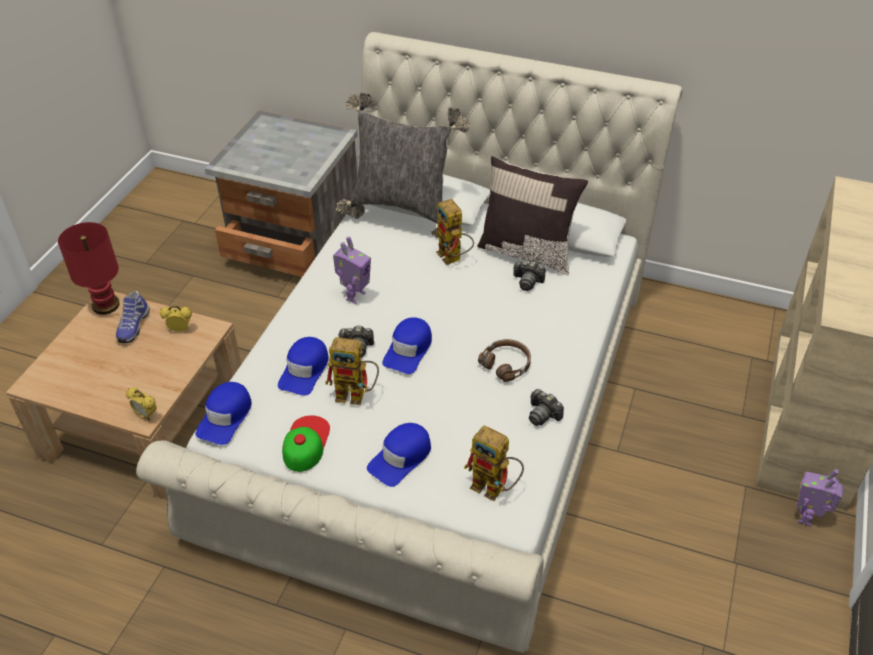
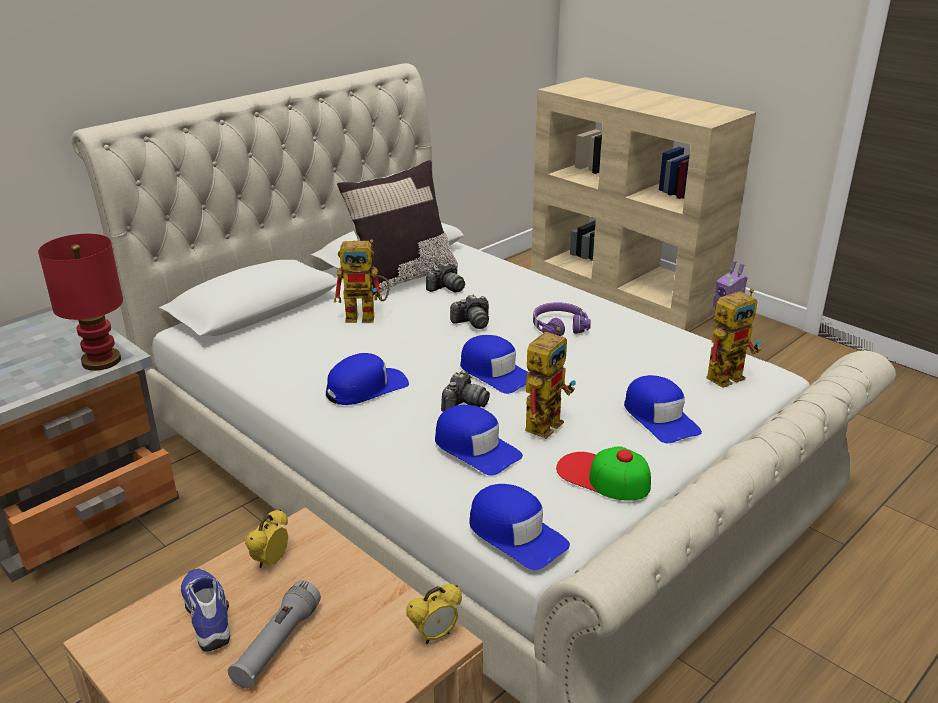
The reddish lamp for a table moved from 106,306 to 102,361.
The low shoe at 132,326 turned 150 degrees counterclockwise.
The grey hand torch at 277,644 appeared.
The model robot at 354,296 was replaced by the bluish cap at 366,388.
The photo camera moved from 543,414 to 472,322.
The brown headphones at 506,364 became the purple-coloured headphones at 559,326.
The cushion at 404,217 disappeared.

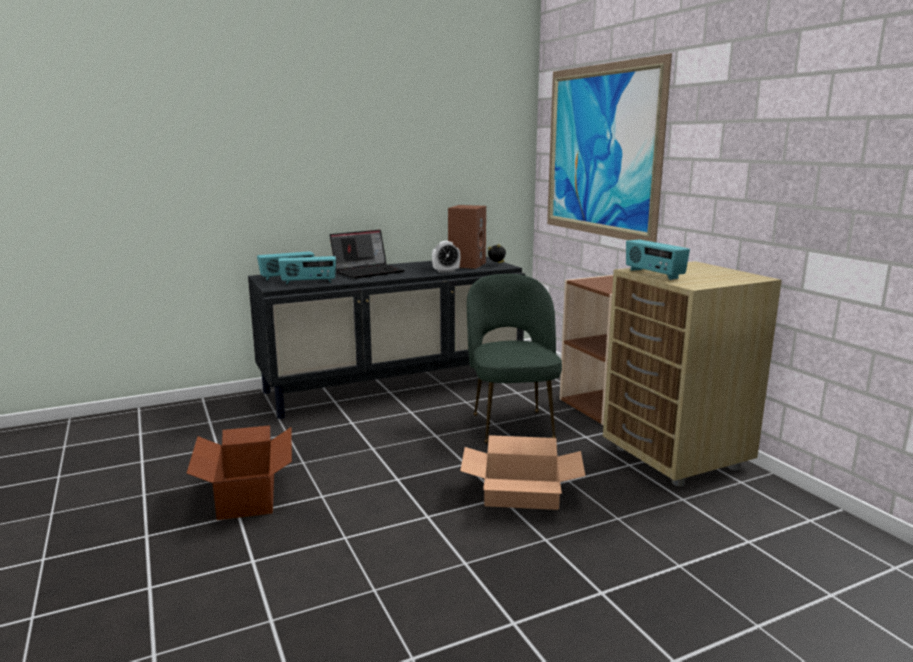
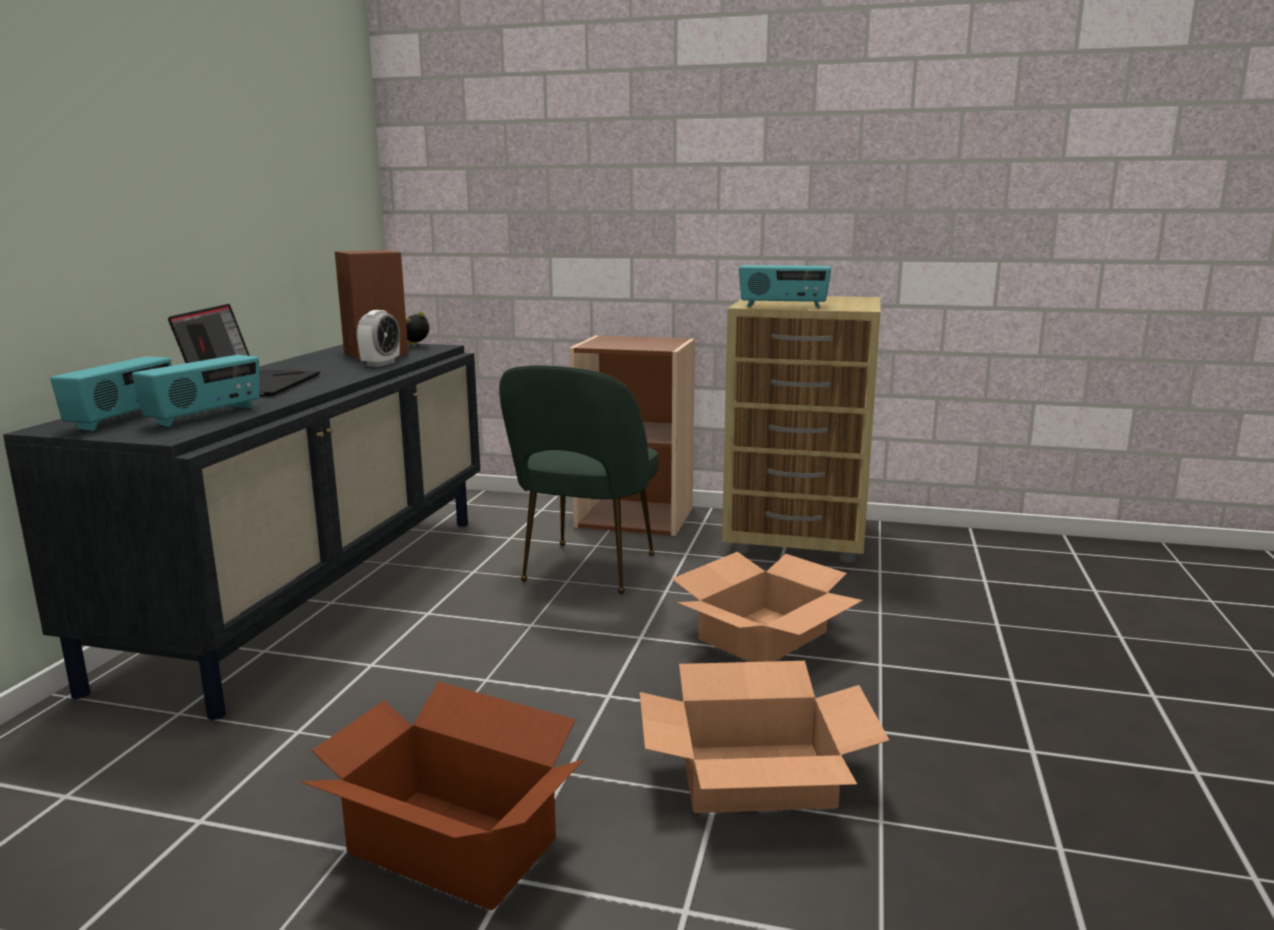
The greenish upright chair at 511,423 turned 105 degrees counterclockwise.
The packing box at 756,777 appeared.
The picture at 600,151 disappeared.

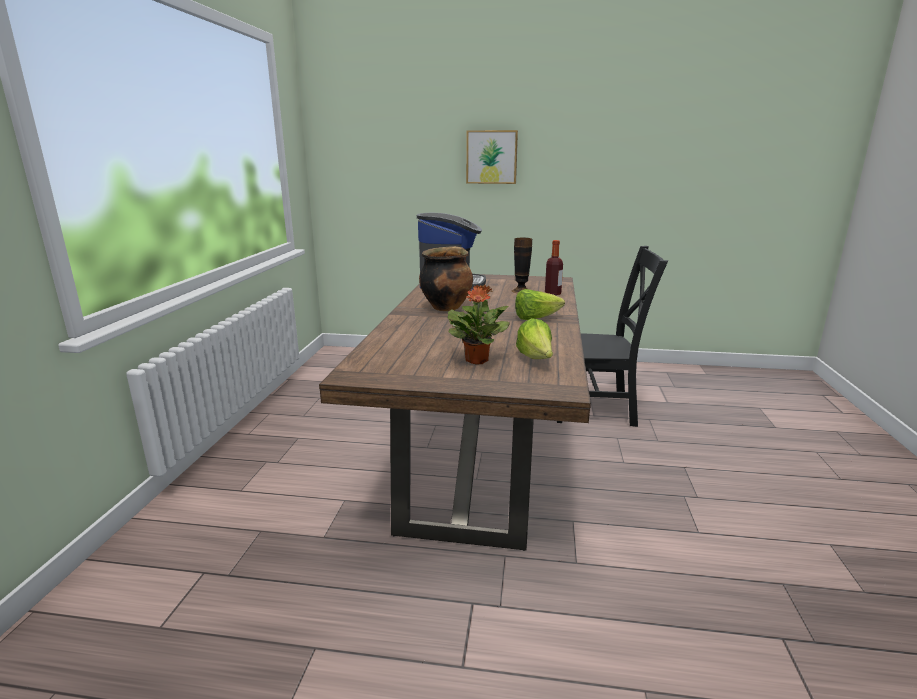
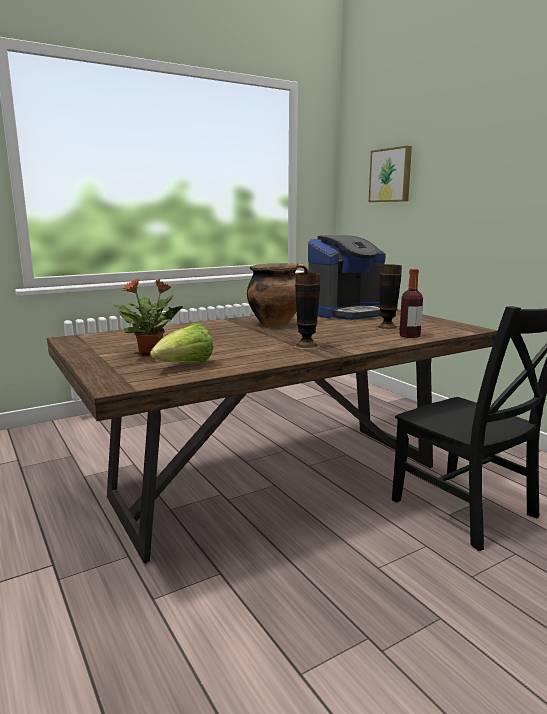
The head of lettuce at 536,318 was replaced by the flower vase at 306,346.
The picture moved from 491,157 to 391,175.

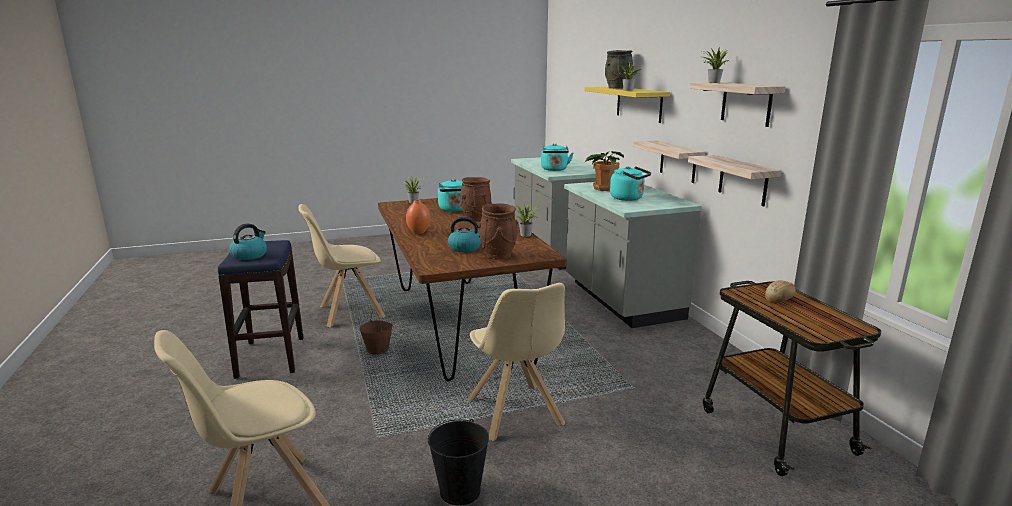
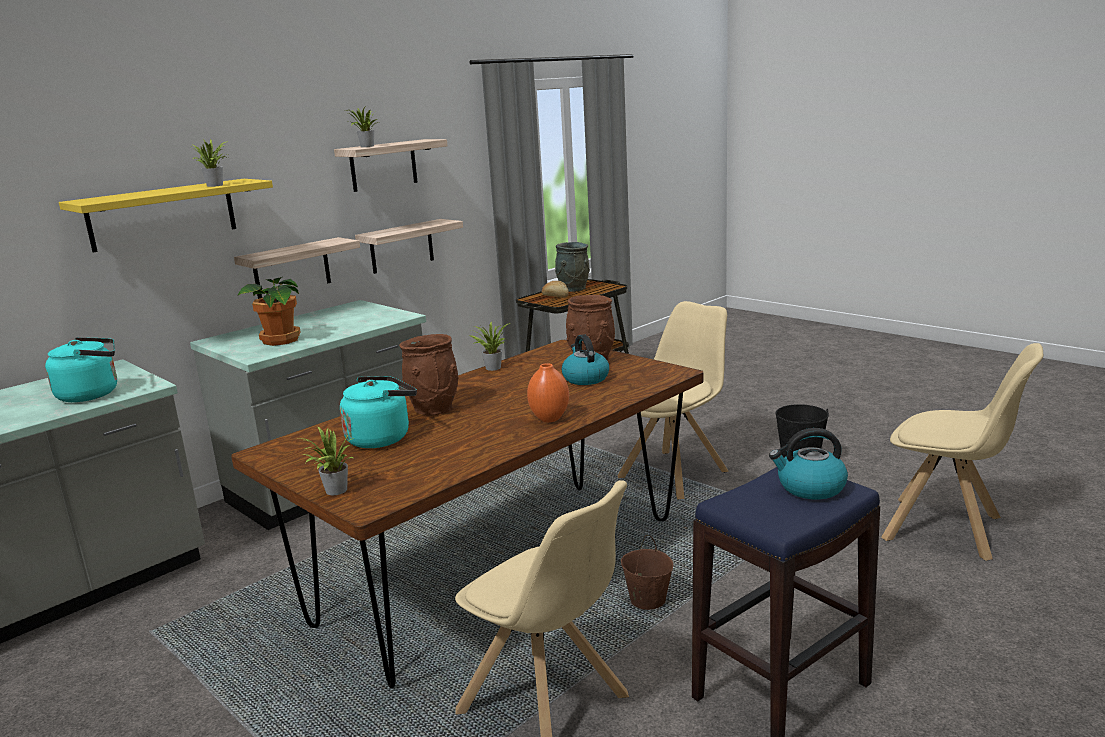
The grey flower vase moved from 617,88 to 573,289.
The turquoise water kettle at 628,198 disappeared.

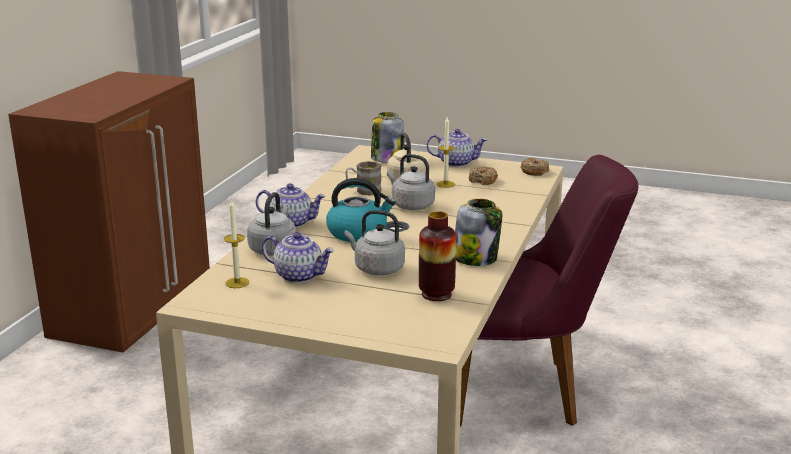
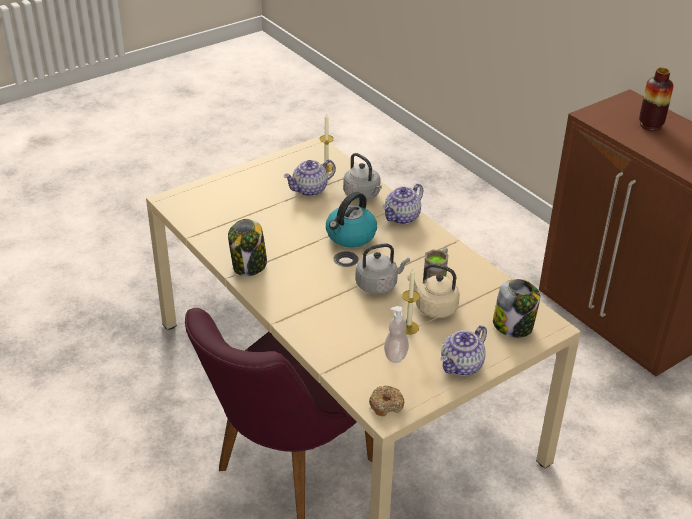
The ring doughnut at 483,180 was replaced by the soap bottle at 395,355.
The flower vase moved from 436,294 to 650,125.
The grey water kettle at 376,268 disappeared.

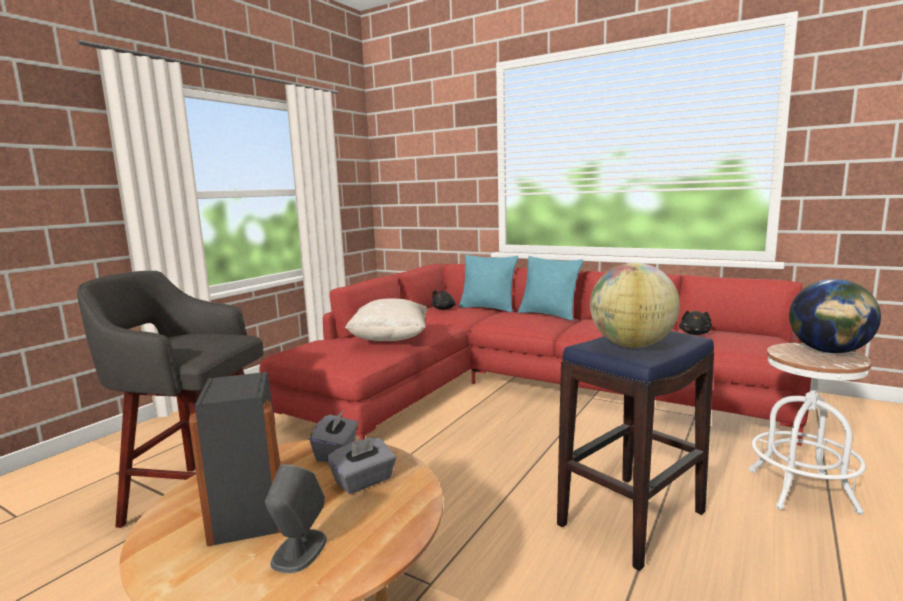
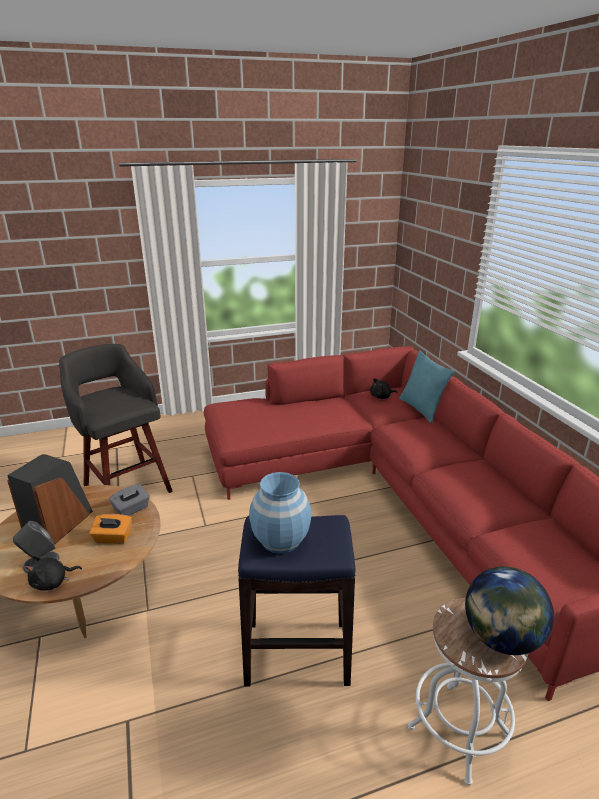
The blackish plush toy moved from 695,334 to 52,582.
The grey box of tissues at 364,481 became the orange box of tissues at 113,538.
The globe at 632,345 was replaced by the bluish flower vase at 280,540.
The sand-coloured cushion at 390,339 disappeared.
The turquoise cushion at 548,315 disappeared.

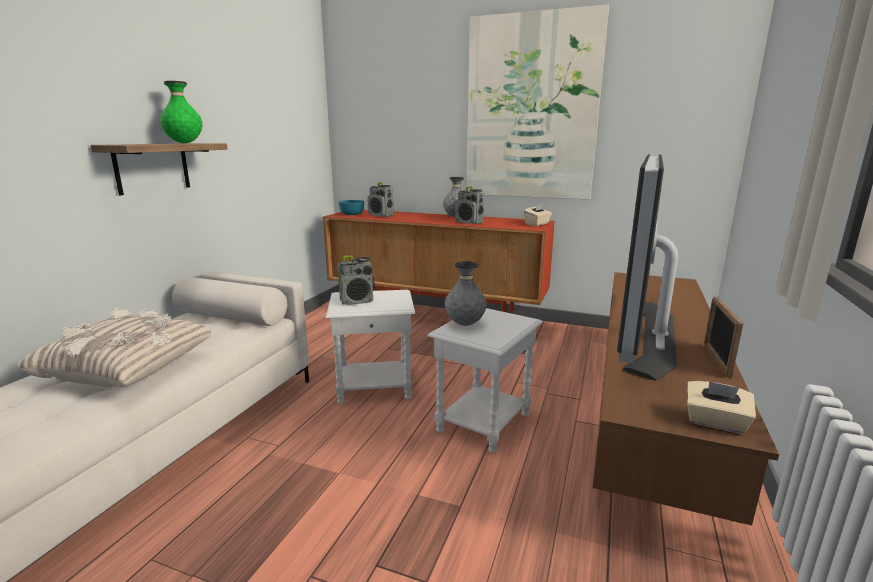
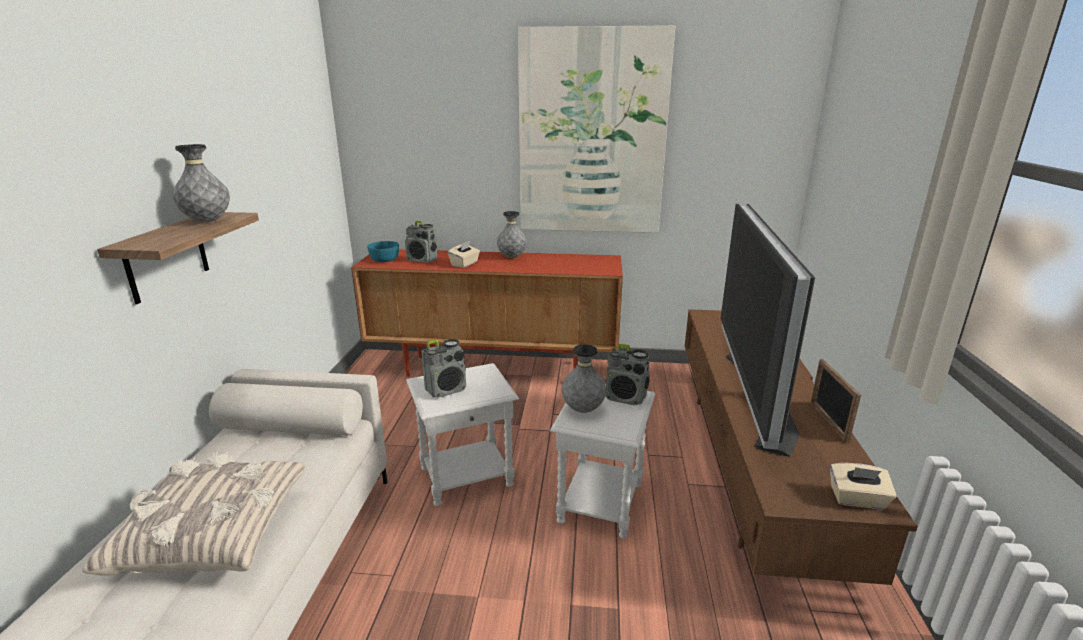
The greenish flower vase at 184,143 became the grey flower vase at 207,221.
The sand-coloured box of tissues moved from 537,224 to 465,264.
The radio moved from 469,222 to 626,398.

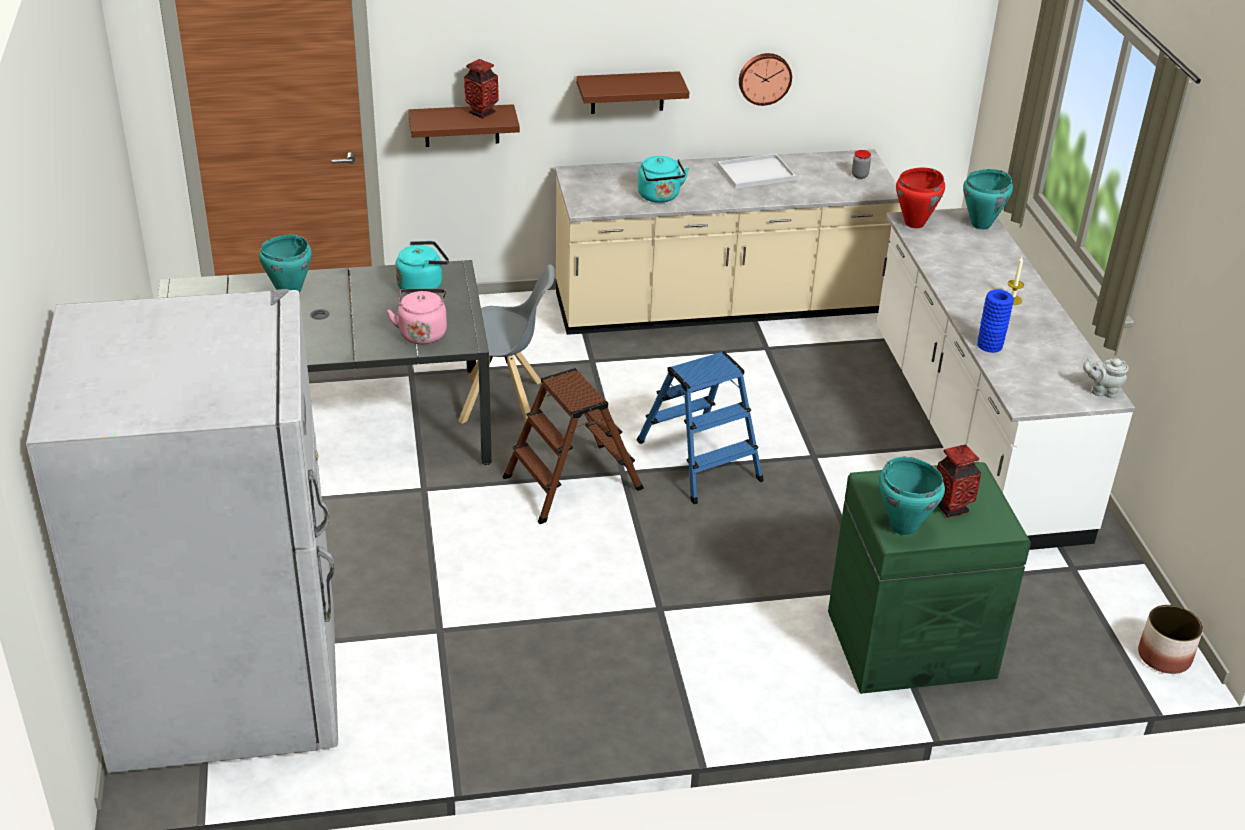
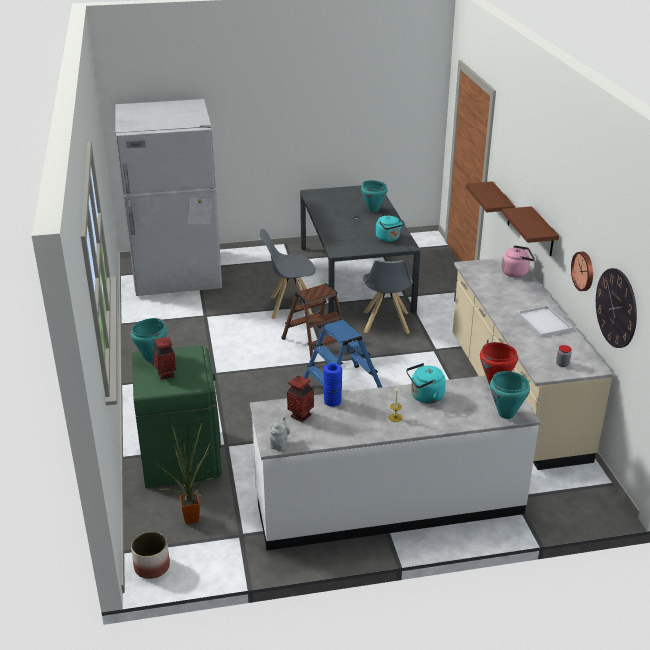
The houseplant at 194,518 appeared.
The grey upright chair at 289,307 appeared.
The flower vase moved from 482,113 to 300,416.
The turquoise water kettle moved from 660,197 to 425,397.
The pinkish water kettle moved from 422,333 to 516,272.
The clock on the wall at 616,308 appeared.

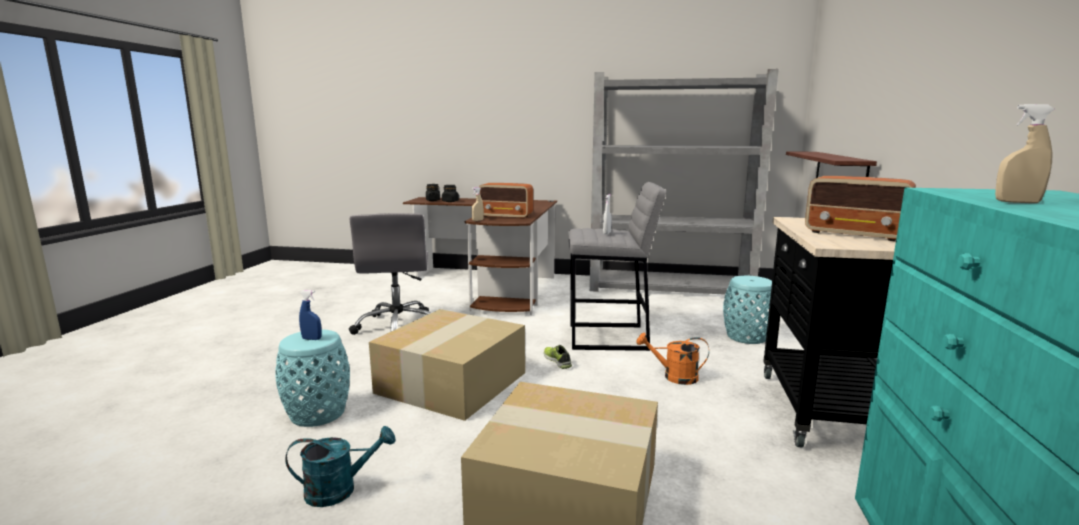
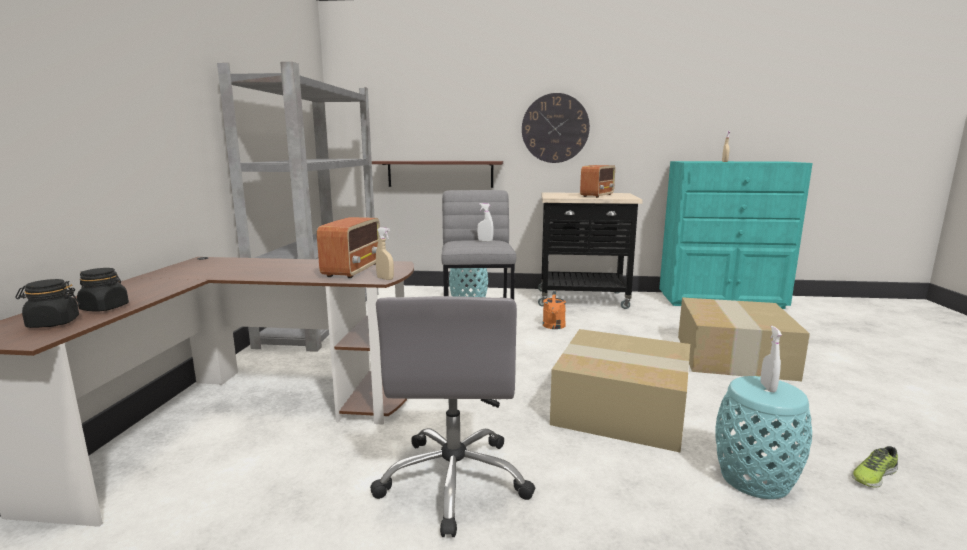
The grey computer chair at 398,326 turned 105 degrees clockwise.
The clock on the wall at 555,128 appeared.
The bluish sprayer at 311,339 became the white sprayer at 768,387.
The low shoe moved from 558,361 to 873,475.
The turquoise sprinkling can at 340,490 disappeared.

